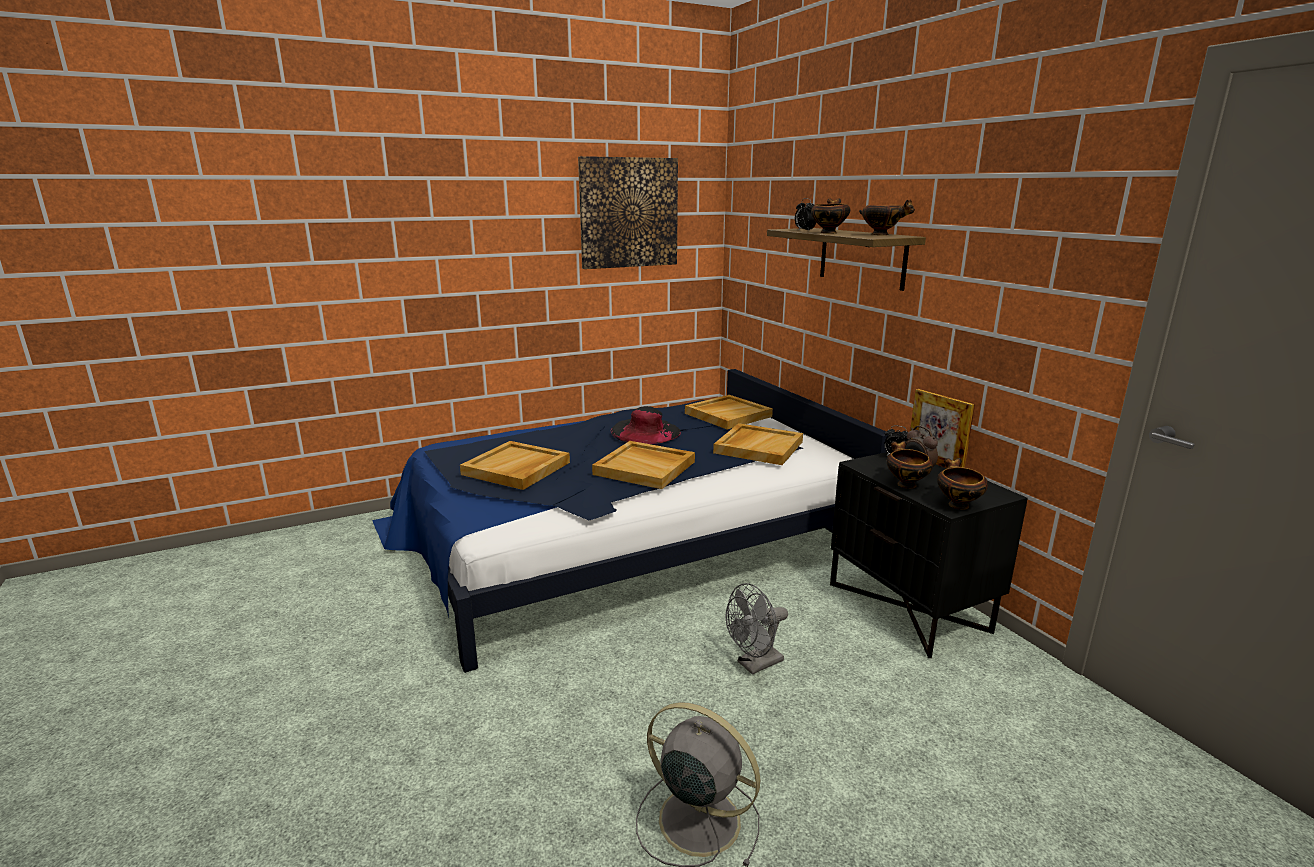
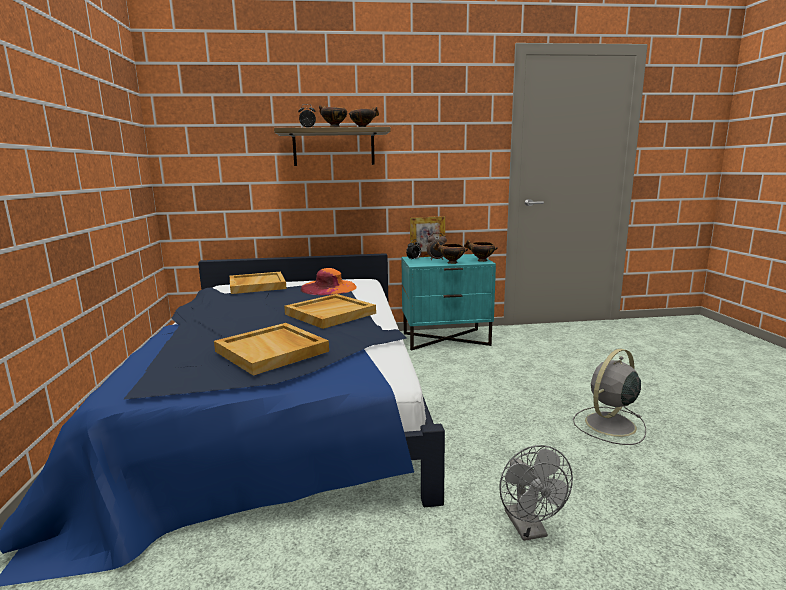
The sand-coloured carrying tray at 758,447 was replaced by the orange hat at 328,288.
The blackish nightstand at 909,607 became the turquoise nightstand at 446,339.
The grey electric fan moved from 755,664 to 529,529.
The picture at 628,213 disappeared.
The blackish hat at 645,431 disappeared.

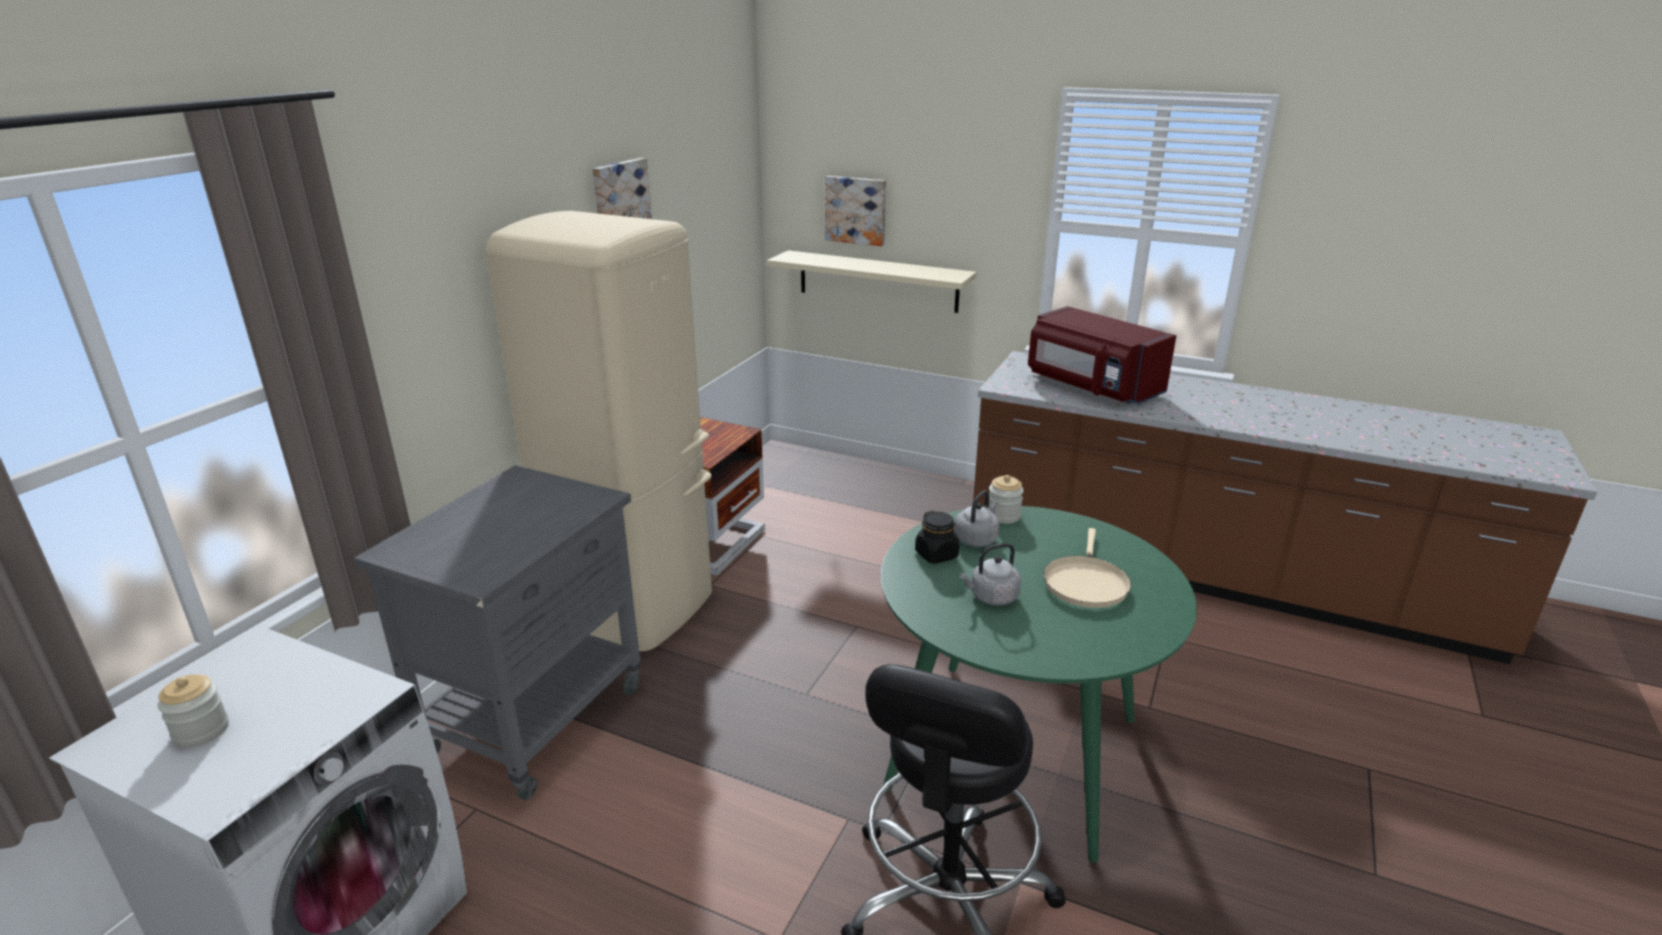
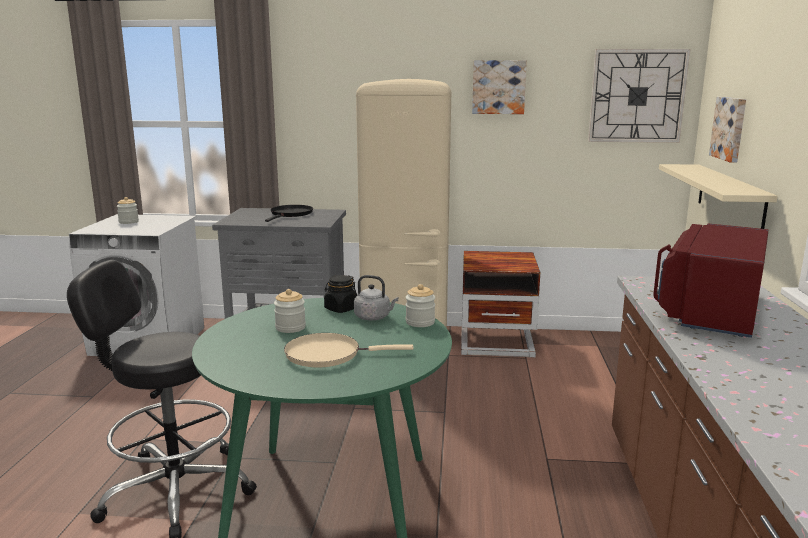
The blackish frying pan at 290,214 appeared.
The grey water kettle at 991,597 was replaced by the jar at 290,327.
The clock on the wall at 637,96 appeared.

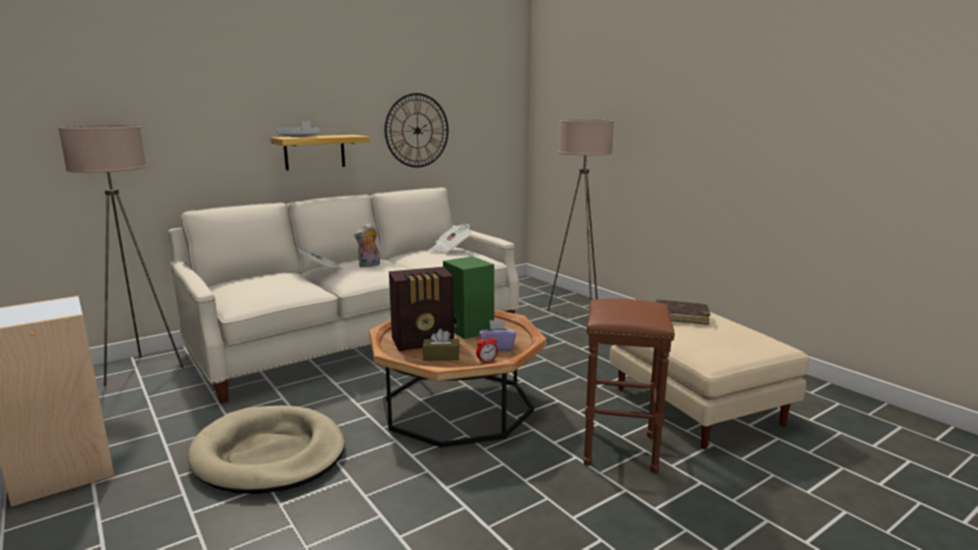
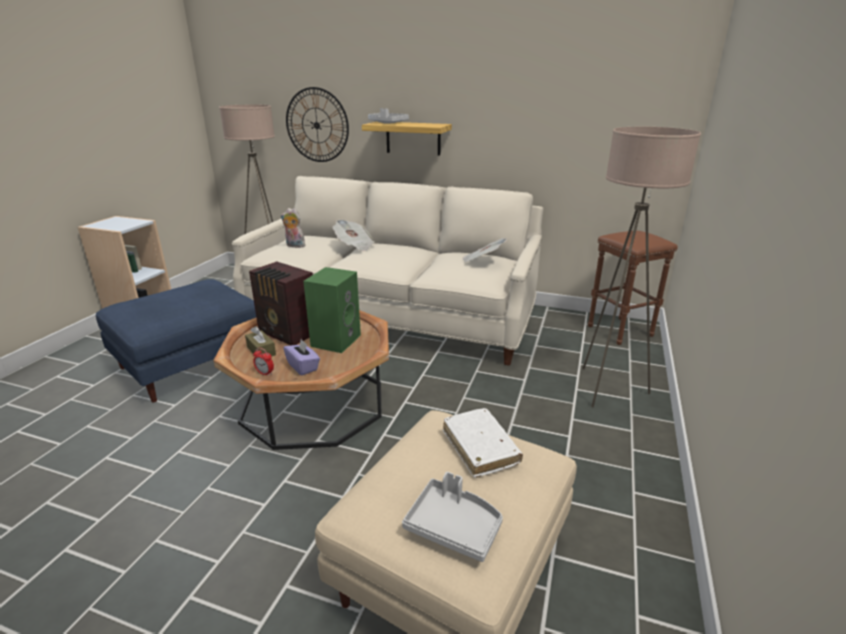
The sand-coloured pet bed at 269,455 was replaced by the bluish footrest at 190,364.
The plush toy moved from 369,265 to 294,246.
The clock on the wall moved from 417,130 to 317,125.
The grey carrying tray at 453,526 appeared.
The brown bound book at 680,317 became the white bound book at 480,448.
The brown stool seat moved from 621,448 to 621,331.

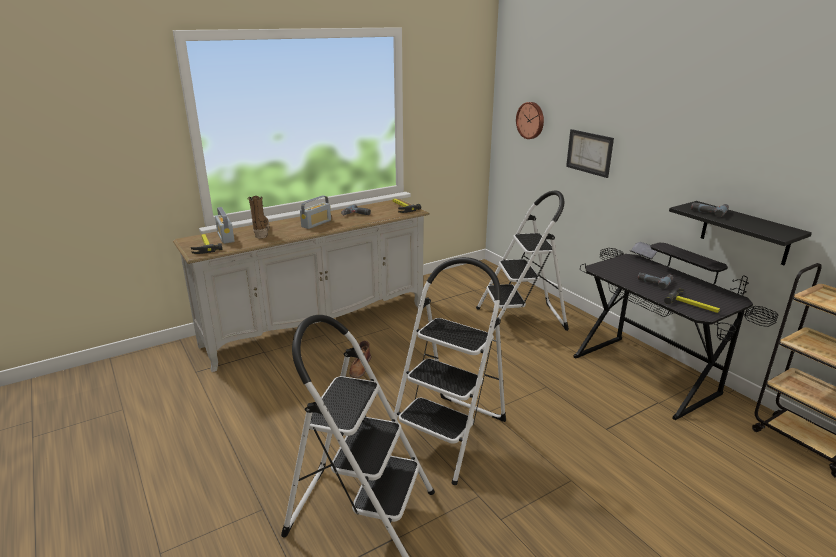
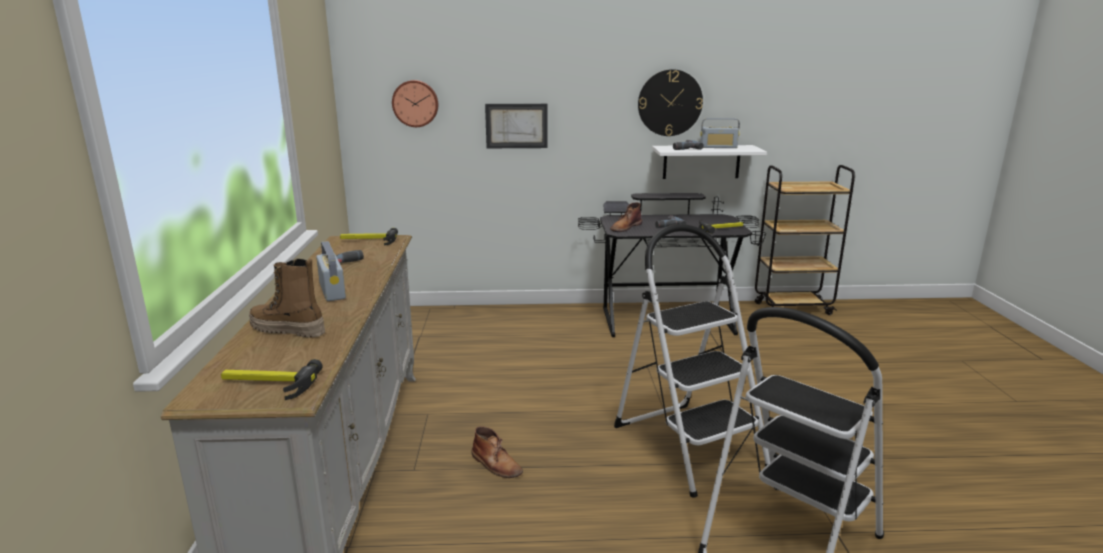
The brown high-top boot at 625,227 appeared.
The clock on the wall at 670,103 appeared.
The blackish wall shelf at 745,233 became the white wall shelf at 701,162.
The radio moved from 225,237 to 718,147.
The step ladder at 523,319 disappeared.

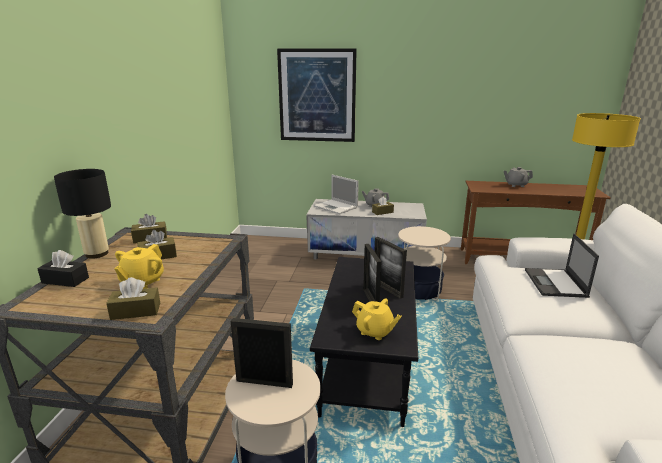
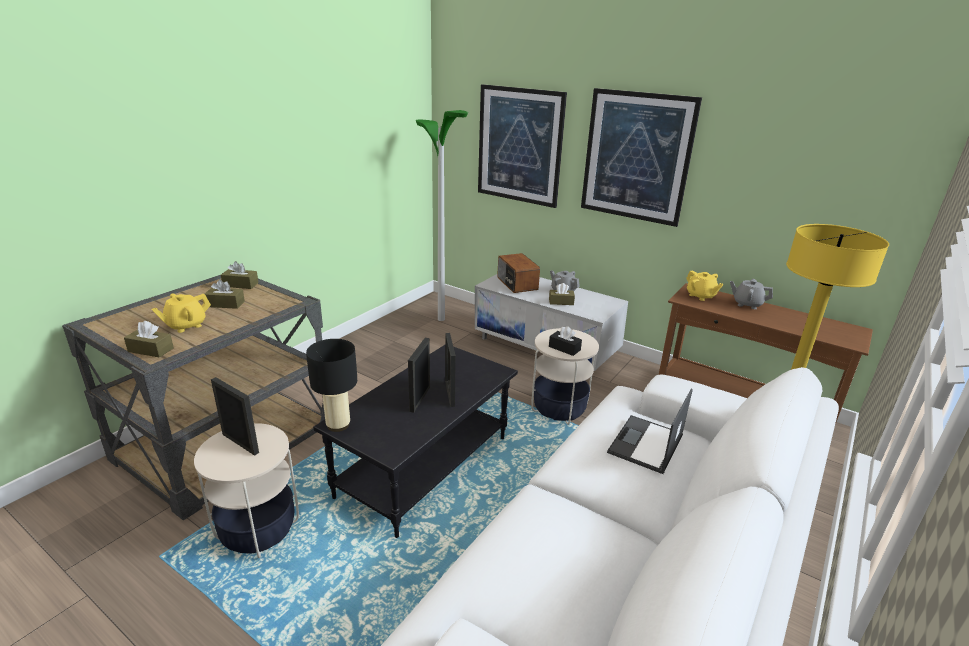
The blackish lamp for a table moved from 97,254 to 338,425.
The standard lamp at 441,319 appeared.
The laptop at 336,207 was replaced by the radio at 516,284.
The blackish box of tissues moved from 65,280 to 564,348.
The picture at 636,157 appeared.
The yellowish pot for tea moved from 375,331 to 700,296.

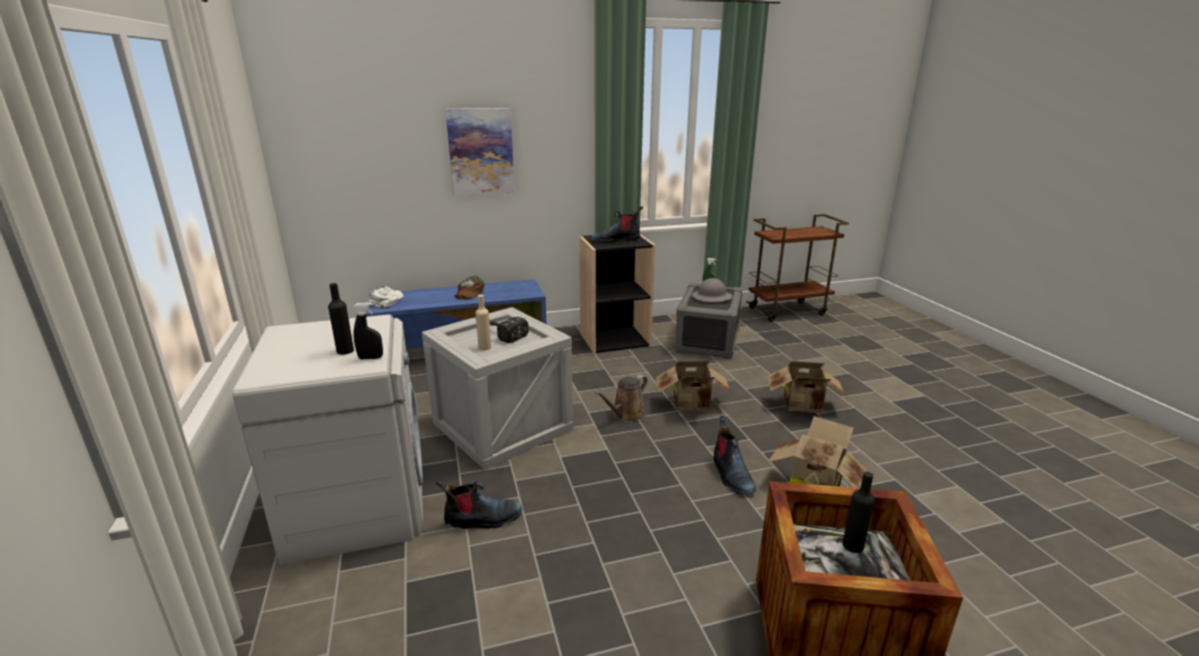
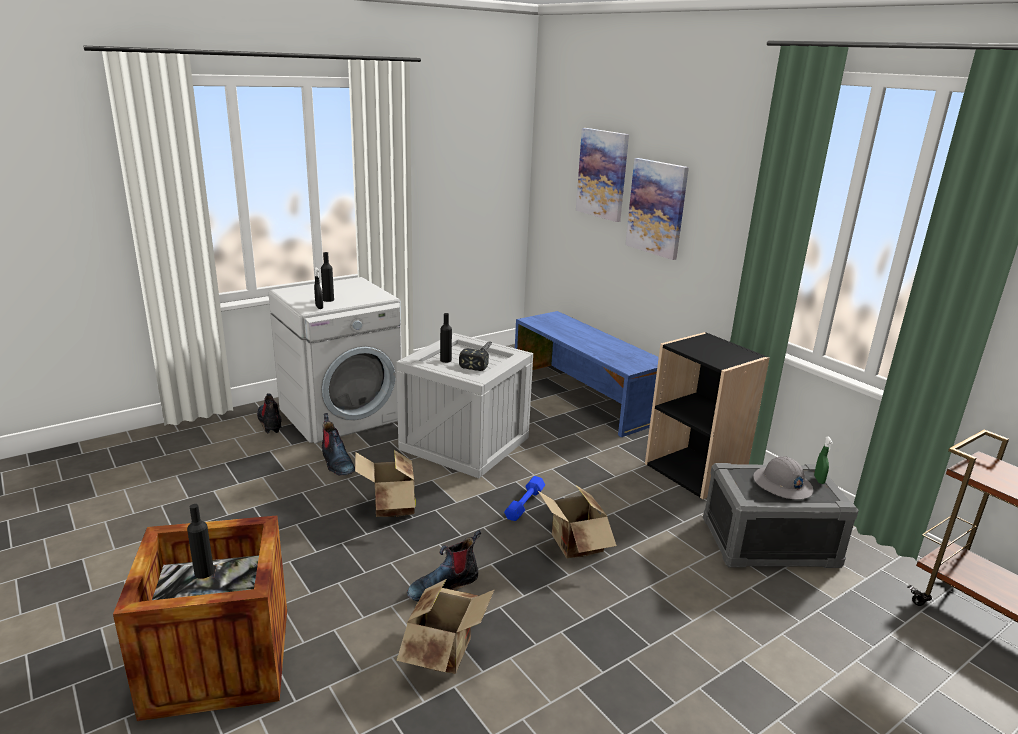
The high-top boot moved from 616,240 to 270,423.
The packing box moved from 804,407 to 390,507.
The sand-coloured drink bottle at 484,347 became the blackish drink bottle at 446,360.
The brown sprinkling can at 626,414 was replaced by the bluish dumbbell at 525,504.
The picture at 602,174 appeared.
The white cap at 387,301 disappeared.
The brown cap at 469,292 disappeared.

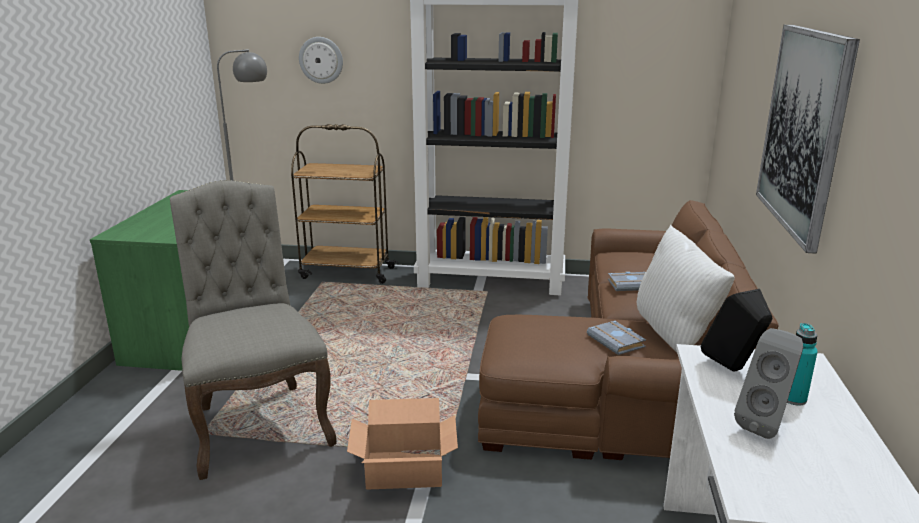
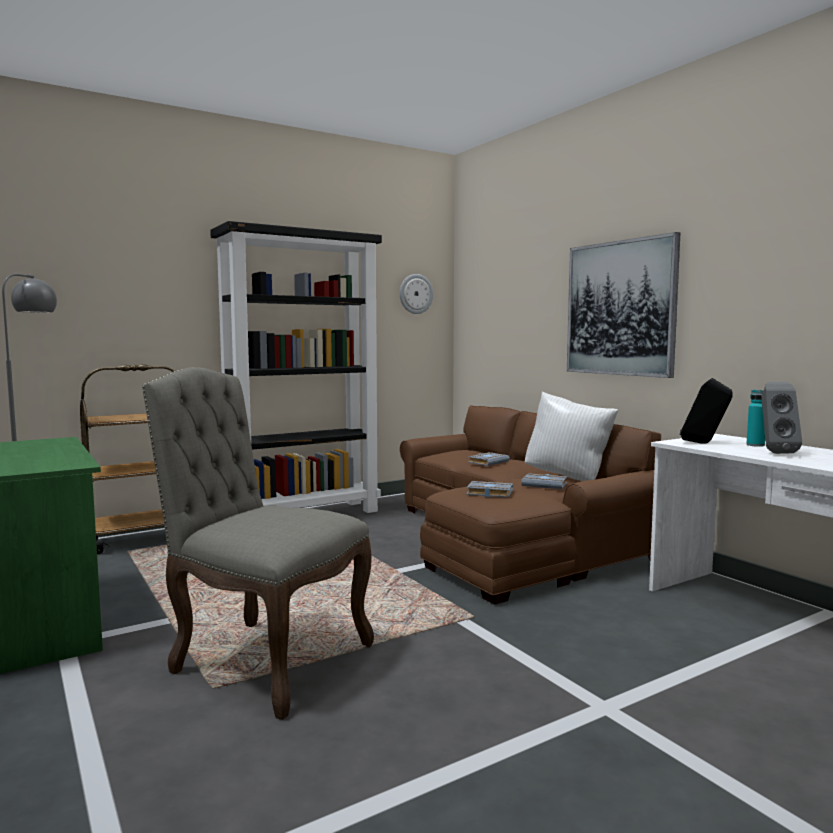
The clock on the wall moved from 321,60 to 415,294.
The grey bound book at 488,493 appeared.
The packing box at 405,469 disappeared.

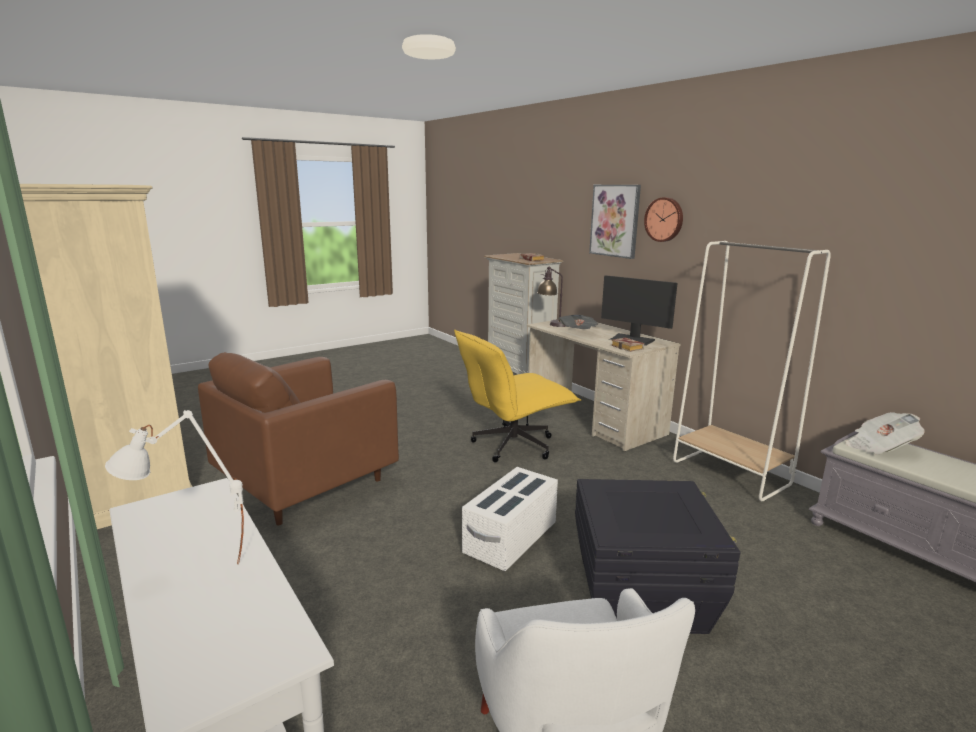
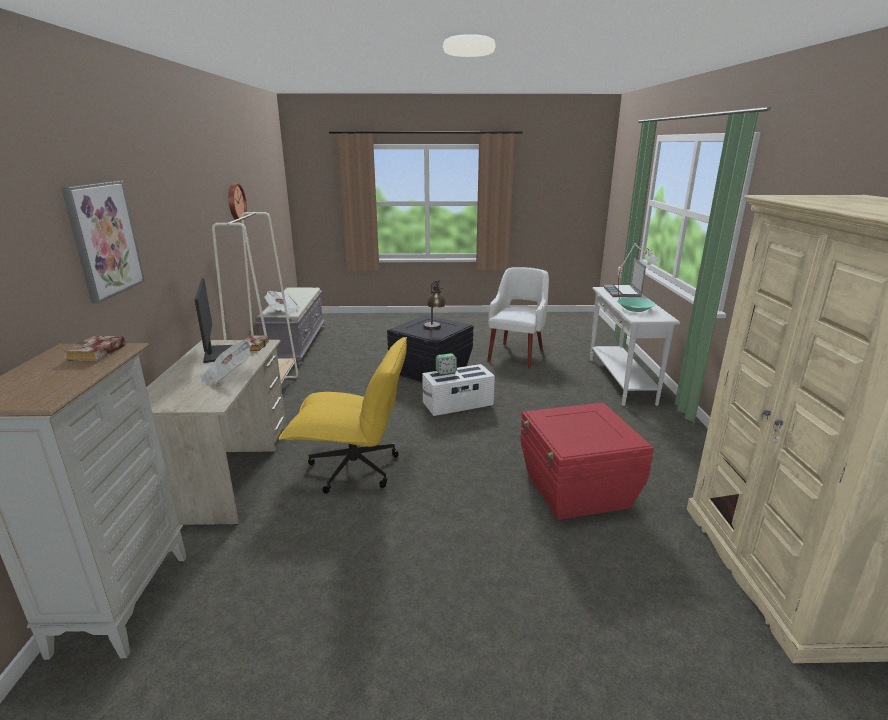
The clock on the wall moved from 664,219 to 235,202.
The lamp for a table moved from 552,323 to 434,329.
The table clock at 446,372 appeared.
The brown armchair at 308,486 was replaced by the reddish storage container at 576,490.
The laptop at 622,292 appeared.
The turquoise serving bowl at 635,309 appeared.

